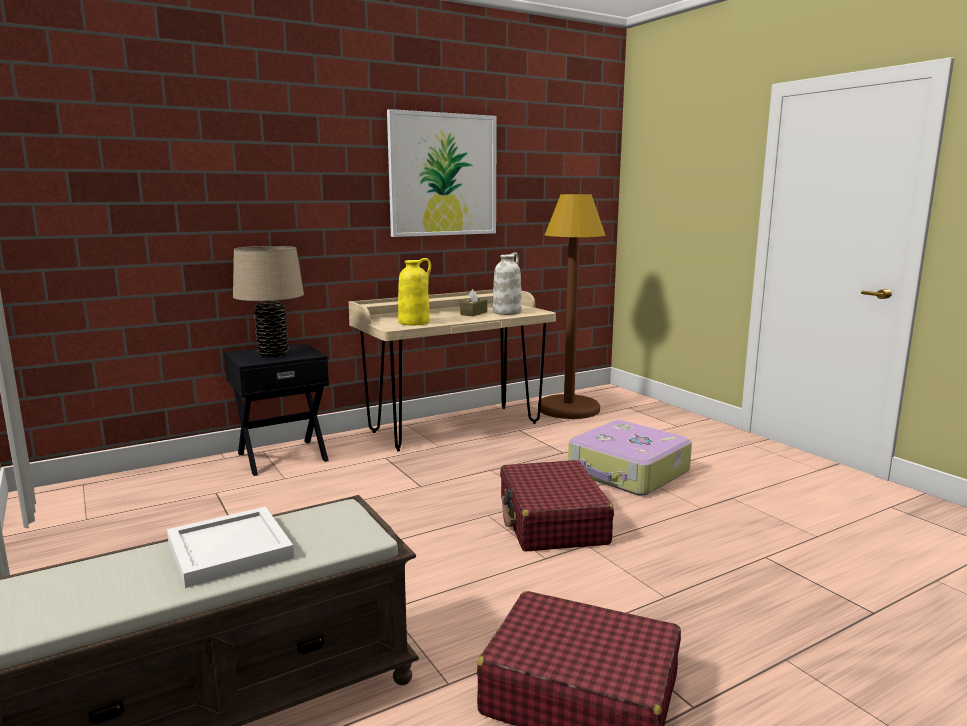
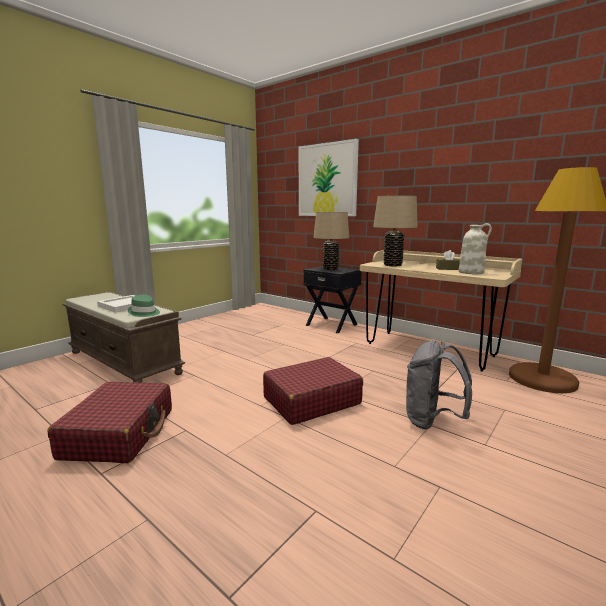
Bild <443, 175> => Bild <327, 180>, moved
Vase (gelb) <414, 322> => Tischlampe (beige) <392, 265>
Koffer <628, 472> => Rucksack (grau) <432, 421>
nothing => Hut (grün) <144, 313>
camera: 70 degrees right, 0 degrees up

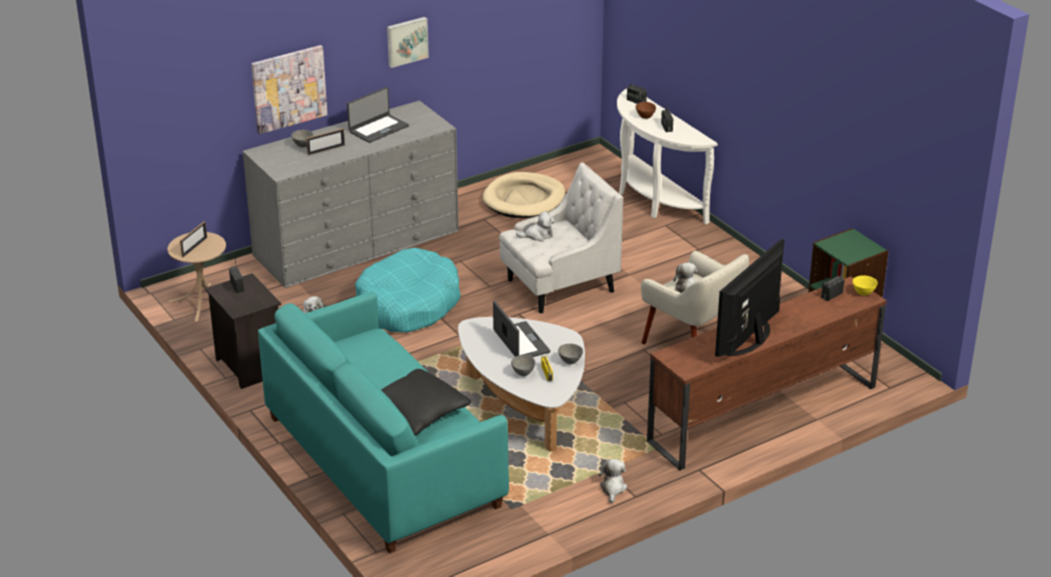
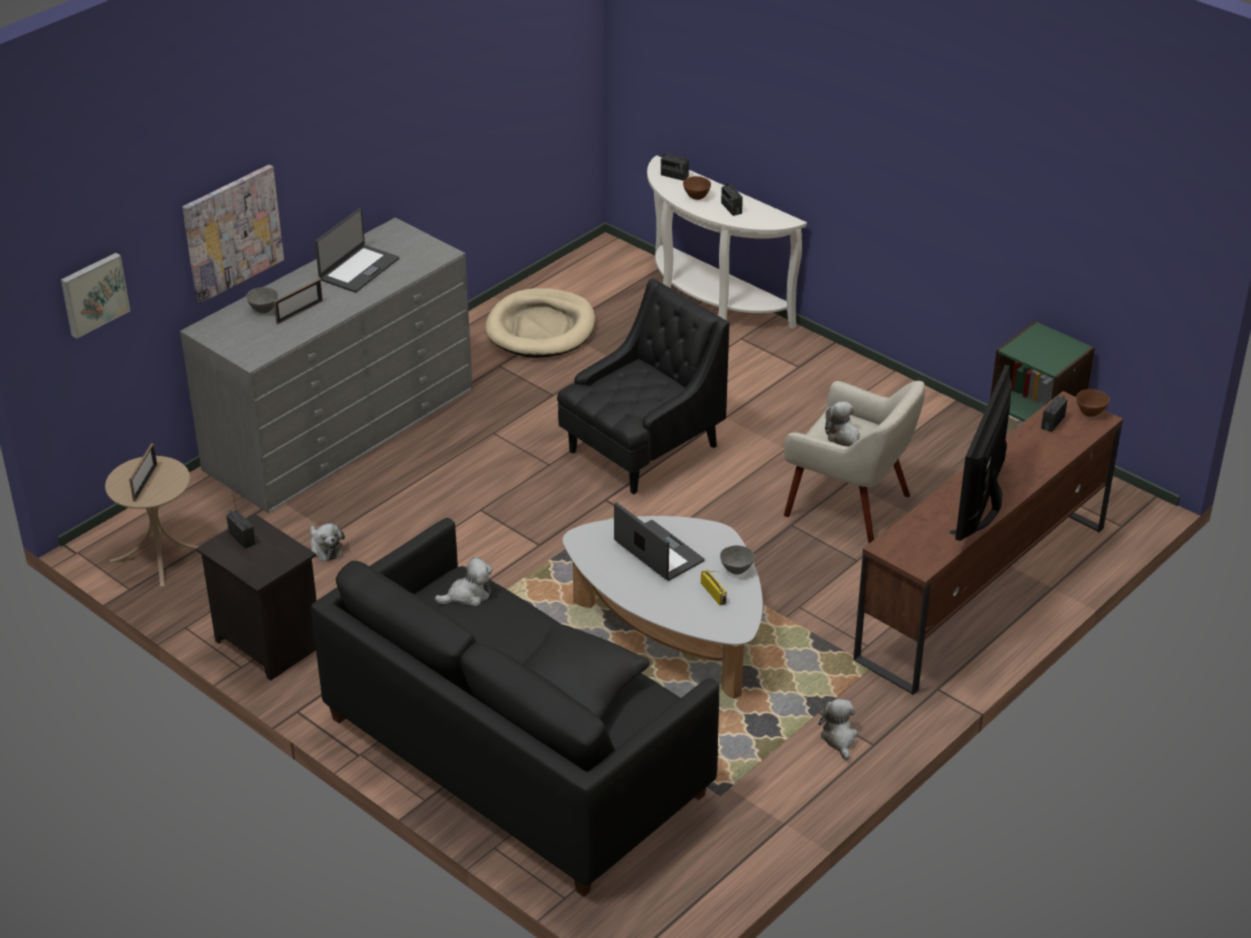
Sofa (türkis) <383, 462> => Sofa (schwarz) <516, 757>
Hundebett (türkis) <408, 305> => nothing
Bild <406, 41> => Bild <93, 294>, moved
Sessel (weiß) <559, 286> => Sessel (schwarz) <641, 450>
Schüssel (grau) <523, 373> => nothing
Plüschtier <537, 235> => Plüschtier <468, 595>, moved
Schüssel (gelb) <863, 293> => Schüssel (braun) <1090, 413>
camera: 15 degrees left, 5 degrees up

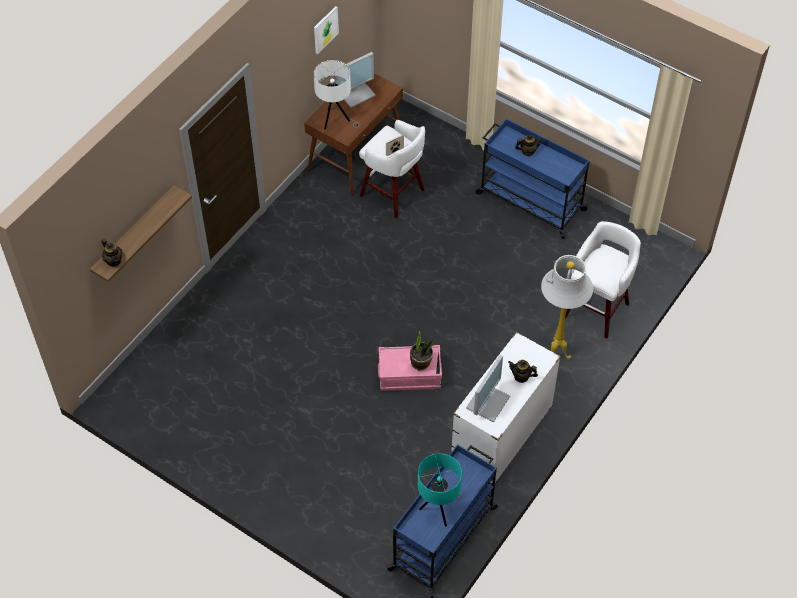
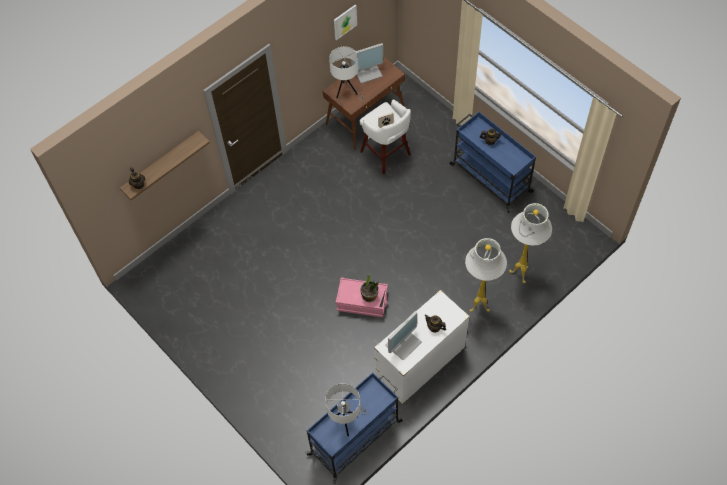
Tischlampe (türkis) <439, 510> => Tischlampe (weiß) <346, 421>
Hocker (weiß) <597, 309> => Stehlampe (weiß) <521, 274>
camera: 15 degrees right, 5 degrees up

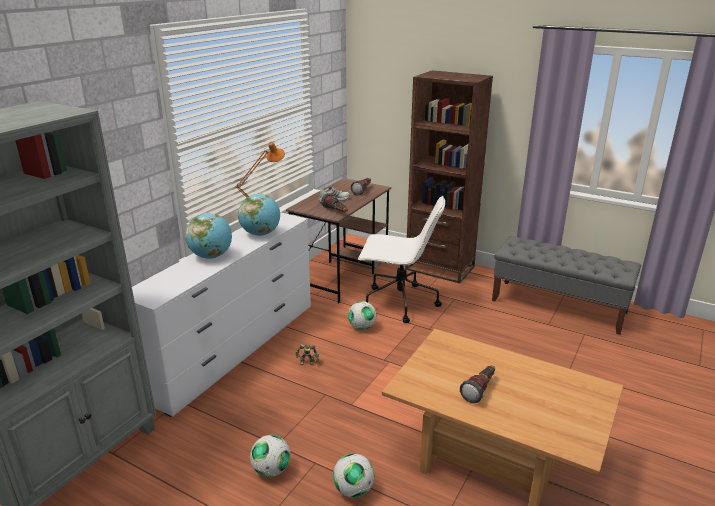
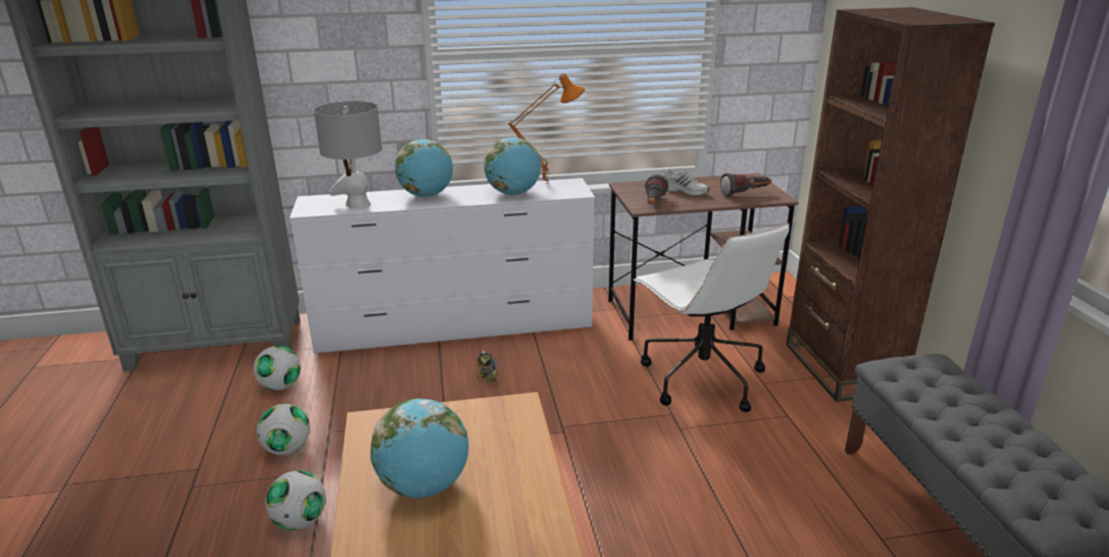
Fußball <362, 327> => Fußball <280, 386>, moved
Taschenlampe <480, 390> => Globus <424, 486>
nothing => Tischlampe (grau) <358, 204>
camera: 50 degrees right, 0 degrees up

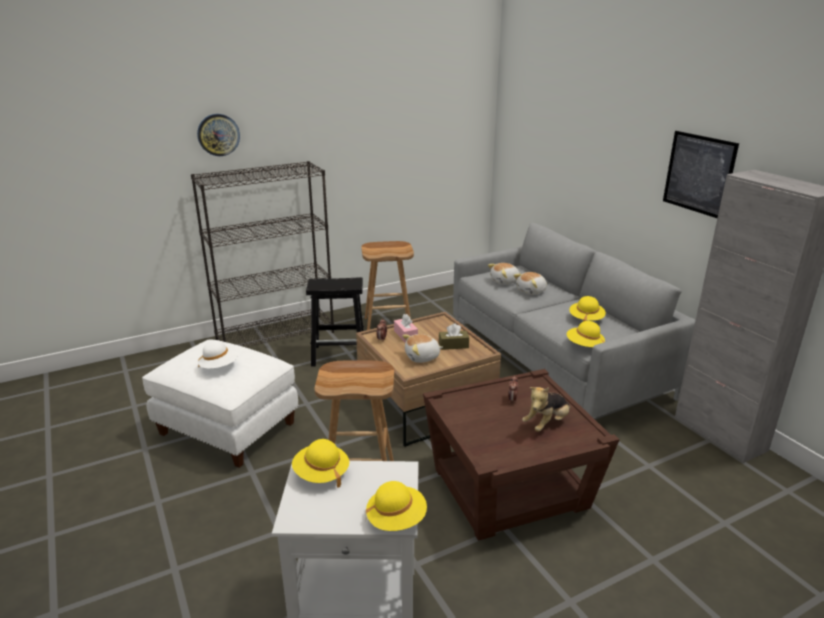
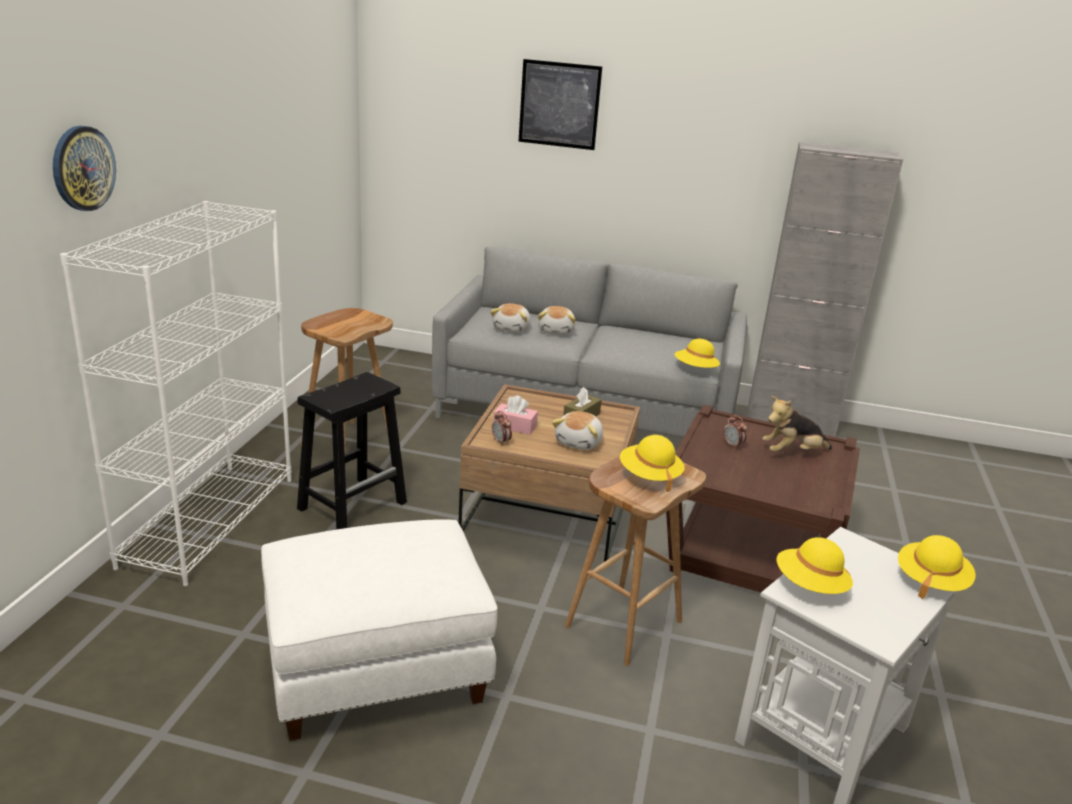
Bücherregal (schwarz) <276, 335> => Bücherregal (weiß) <210, 520>
Hut (weiß) <219, 366> => nothing
Plüschtier <547, 423> => Plüschtier <792, 453>, 75 degrees clockwise
Hut (gelb) <586, 319> => Hut (gelb) <649, 476>, moved
Bild <699, 174> => Bild <559, 104>, moved
camera: 50 degrees left, 0 degrees up

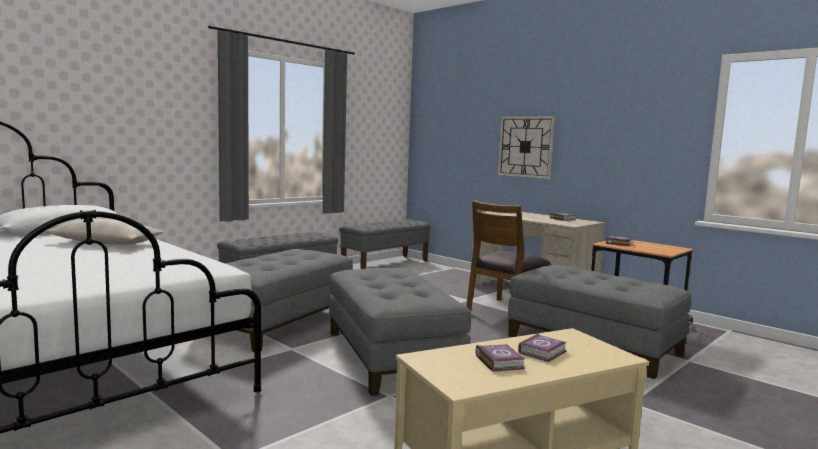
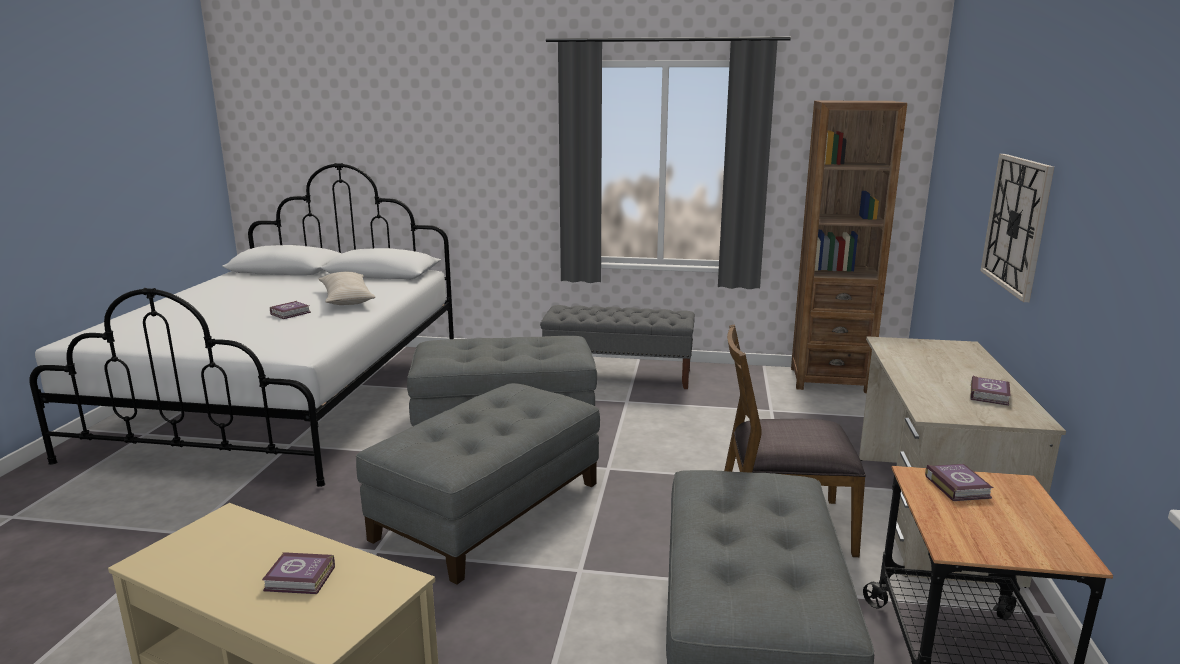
Bank (grau) <385, 264> => Bücherregal (braun) <829, 380>
Buch <499, 361> => Buch <291, 313>, moved
camera: 55 degrees right, 10 degrees up

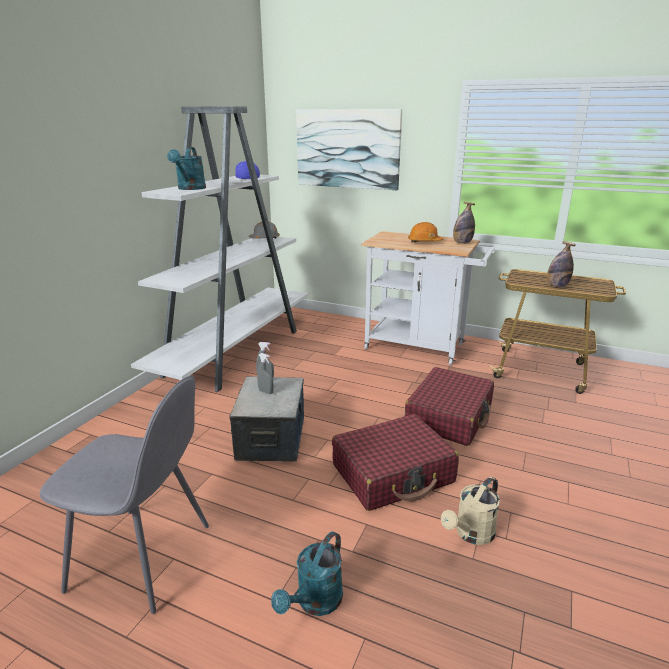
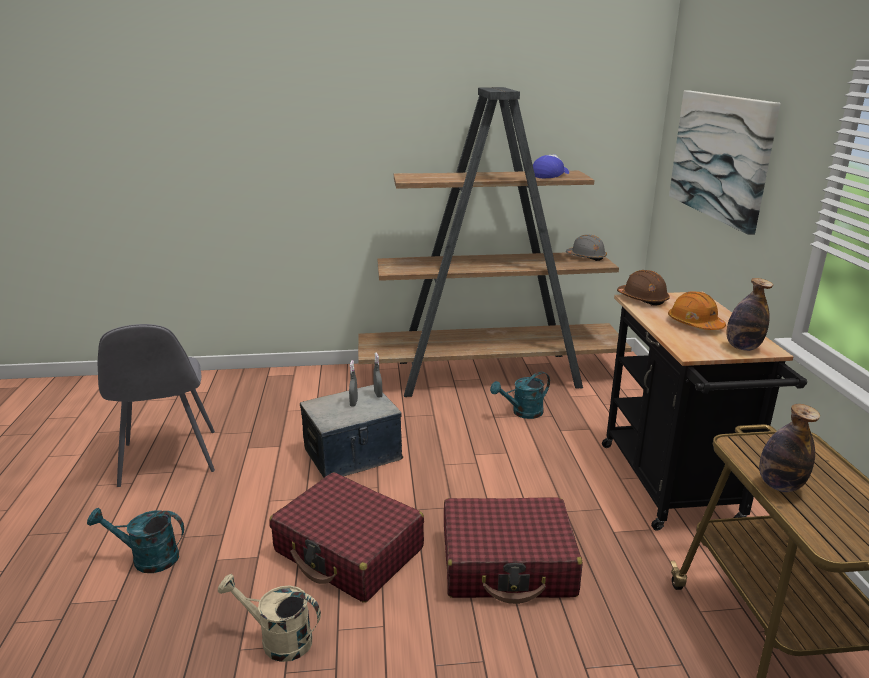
Bücherregal (weiß) <236, 351> => Bücherregal (braun) <490, 374>
Gießkanne (türkis) <190, 189> => Gießkanne (türkis) <522, 413>, moved
Rollwagen (weiß) <421, 347> => Rollwagen (schwarz) <673, 488>
nothing => Schutzhelm (braun) <642, 299>
camera: 60 degrees right, 0 degrees up

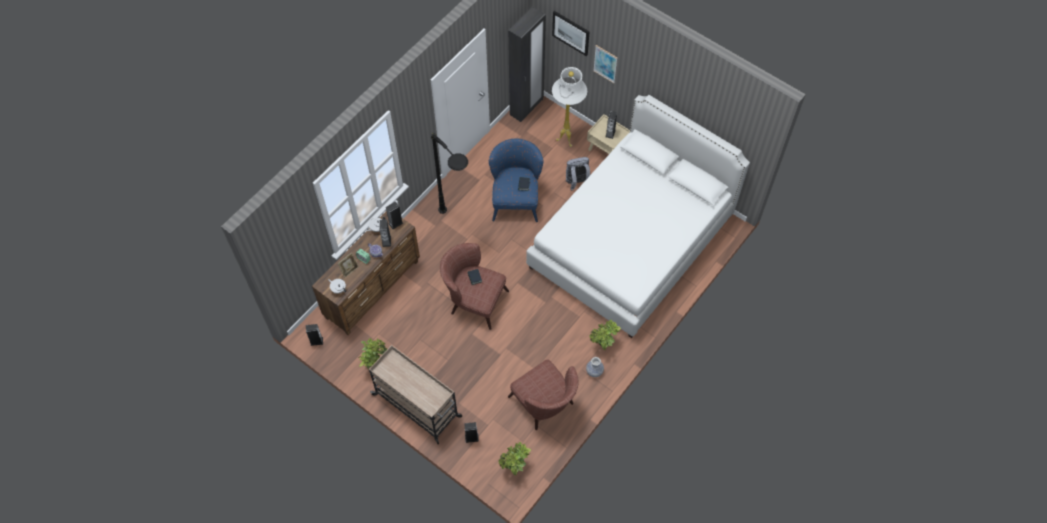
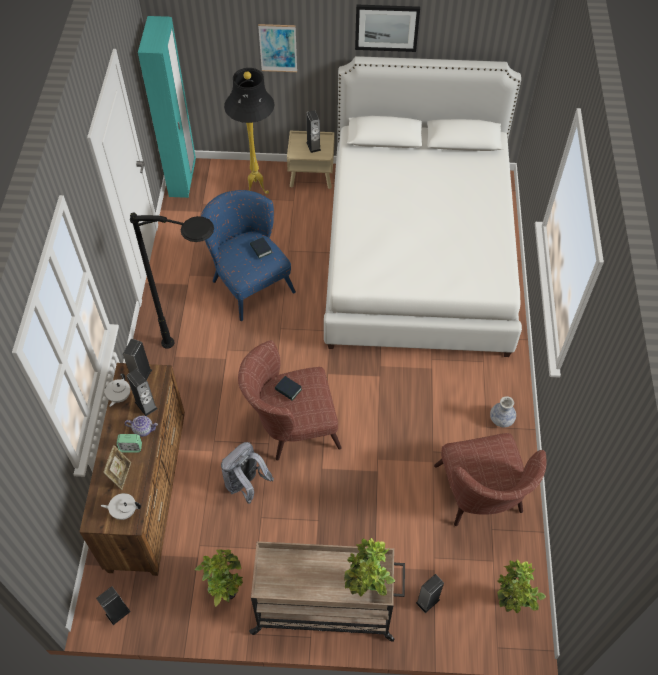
Kleiderschrank (schwarz) <526, 107> => Kleiderschrank (türkis) <183, 179>
Sessel (braun) <545, 405> => Sessel (braun) <481, 498>, 60 degrees clockwise
Bild <571, 33> => Bild <386, 27>, moved
Stehlampe (weiß) <566, 140> => Stehlampe (schwarz) <257, 189>
Rucksack (grau) <577, 183> => Rucksack (grau) <246, 485>, moved
Topfpflanze <603, 345> => Topfpflanze <366, 585>, moved
camera: 35 degrees left, 5 degrees down

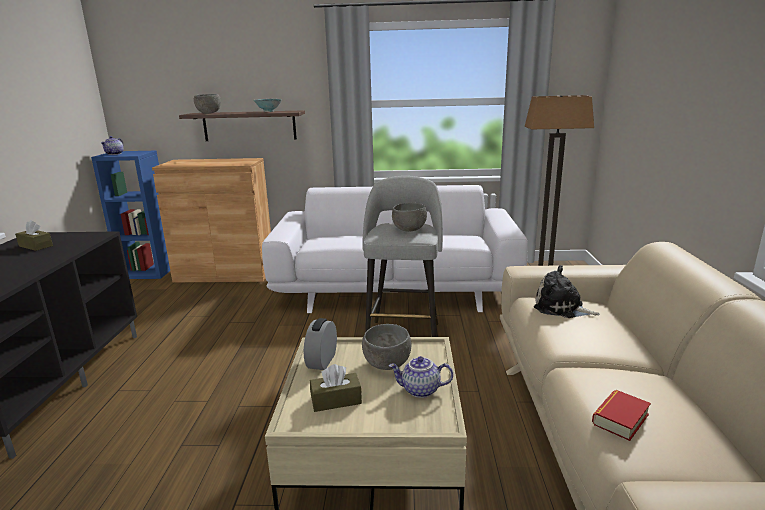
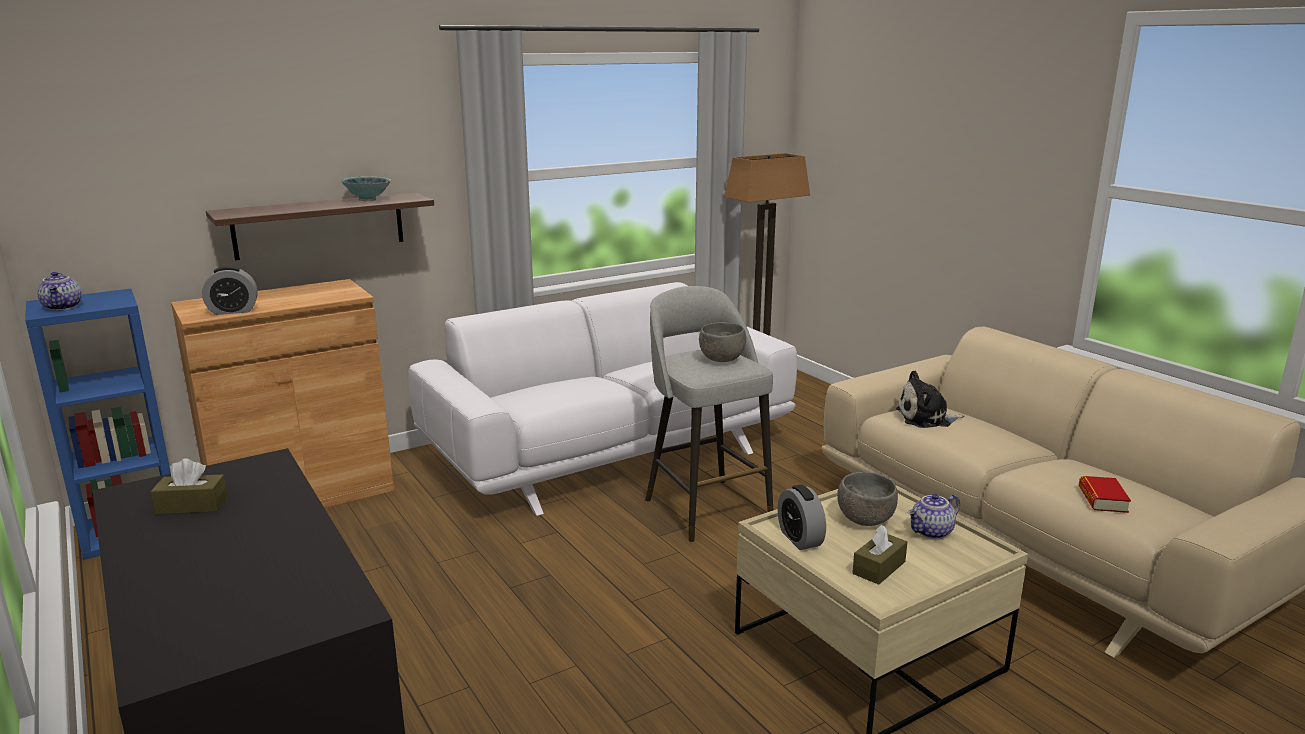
Schüssel (grau) <208, 113> => nothing
nothing => Wecker <233, 311>
camera: 35 degrees left, 0 degrees up

